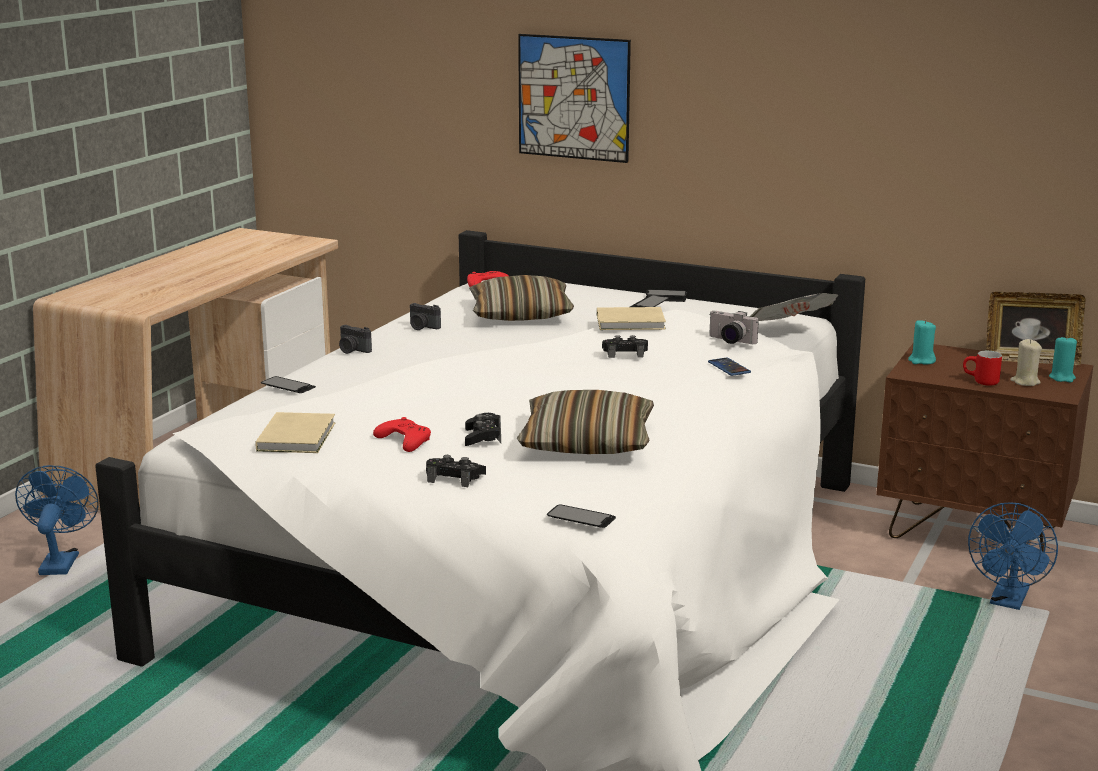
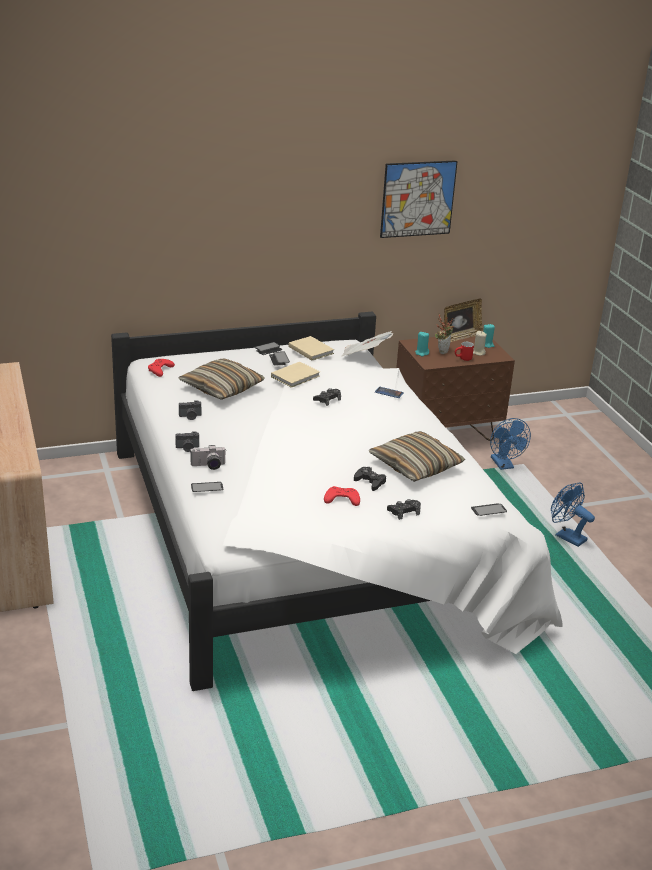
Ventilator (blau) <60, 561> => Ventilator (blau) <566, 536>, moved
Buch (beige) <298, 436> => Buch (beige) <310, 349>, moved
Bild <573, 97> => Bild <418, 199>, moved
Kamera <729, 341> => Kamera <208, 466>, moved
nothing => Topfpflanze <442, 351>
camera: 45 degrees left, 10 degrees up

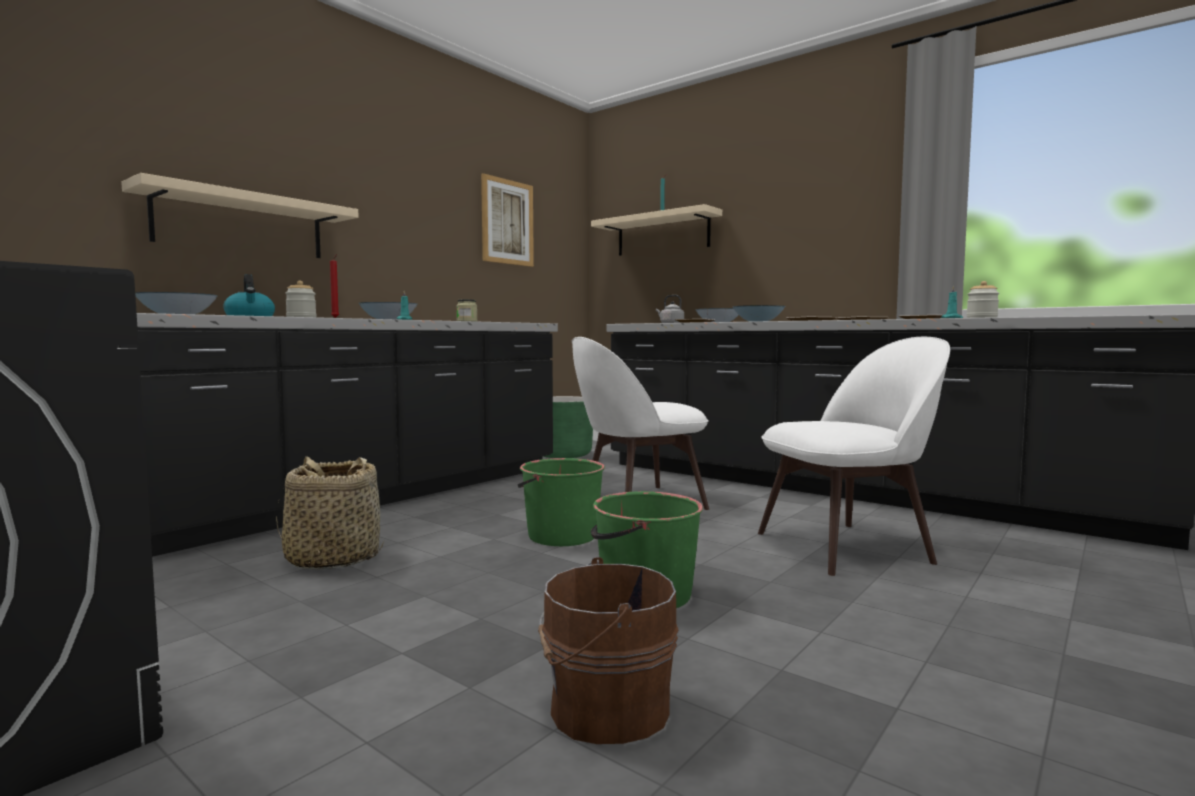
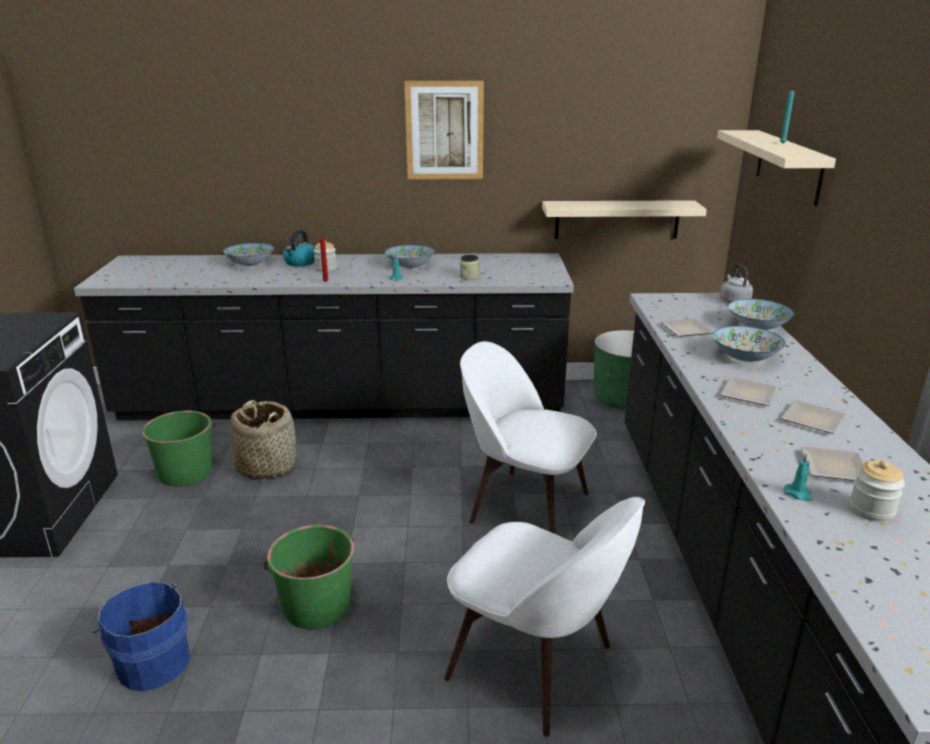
Wandregal (beige) <241, 225> => Wandregal (beige) <617, 219>, moved
Bild <507, 222> => Bild <444, 130>, moved
Eimer (grün) <561, 536> => Eimer (grün) <185, 472>, moved
Eimer (braun) <603, 708> => Eimer (blau) <152, 661>
camera: 50 degrees right, 20 degrees up

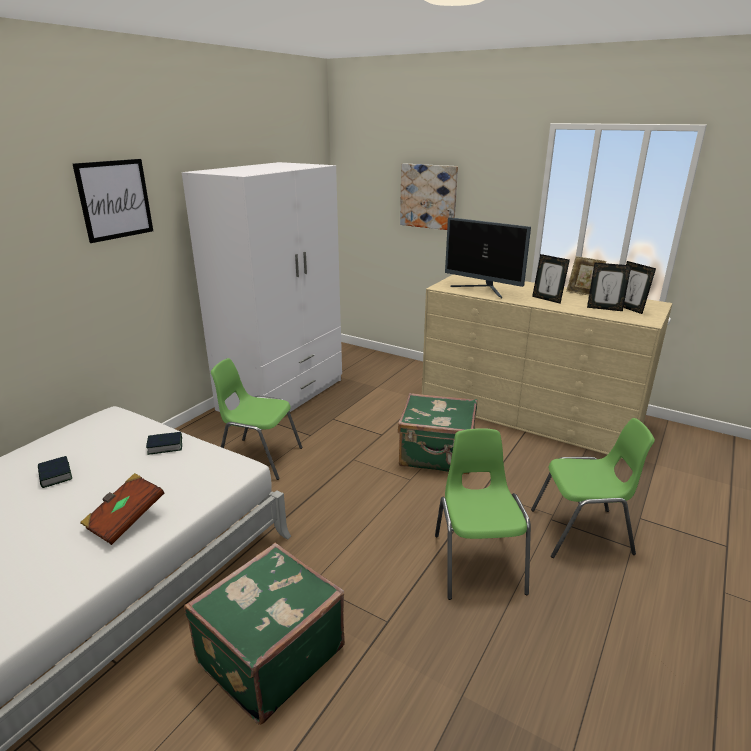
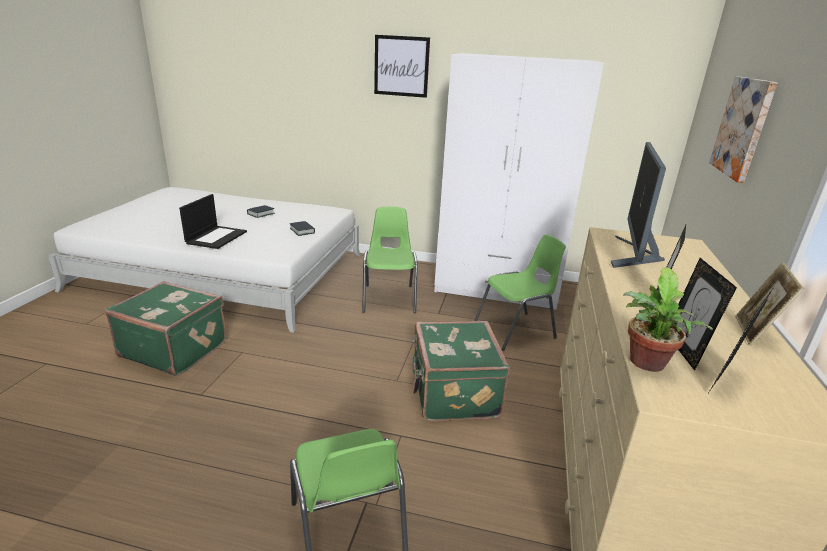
Buch (braun) <125, 519> => Laptop <216, 237>
Stuhl (grün) <477, 562> => Stuhl (grün) <516, 330>, moved
nothing => Topfpflanze <646, 365>
camera: 70 degrees right, 0 degrees up

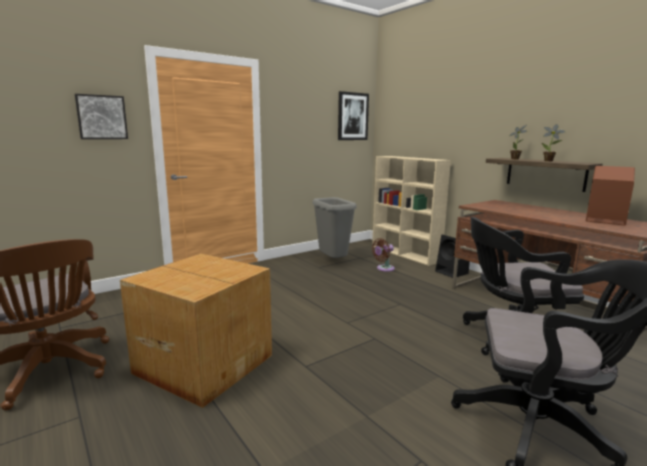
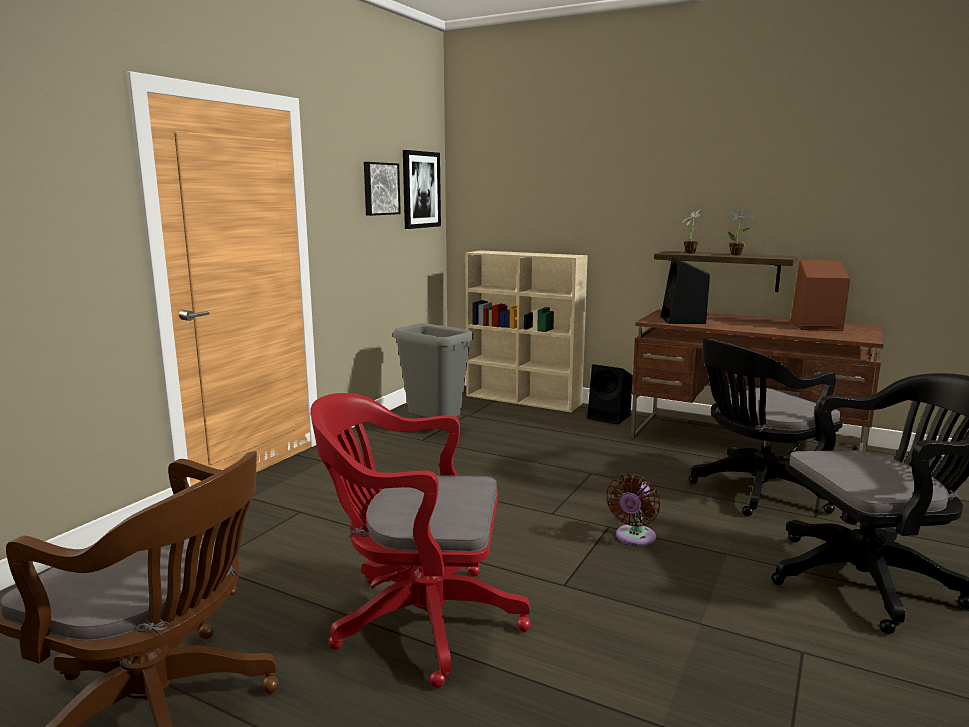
Bild <102, 117> => Bild <380, 188>, moved
Karton <204, 363> => Bürostuhl (rot) <418, 620>
Ventilator (braun) <384, 269> => Ventilator (braun) <634, 538>, moved
nothing => Lautsprecher (schwarz) <683, 320>
camera: 25 degrees left, 0 degrees up

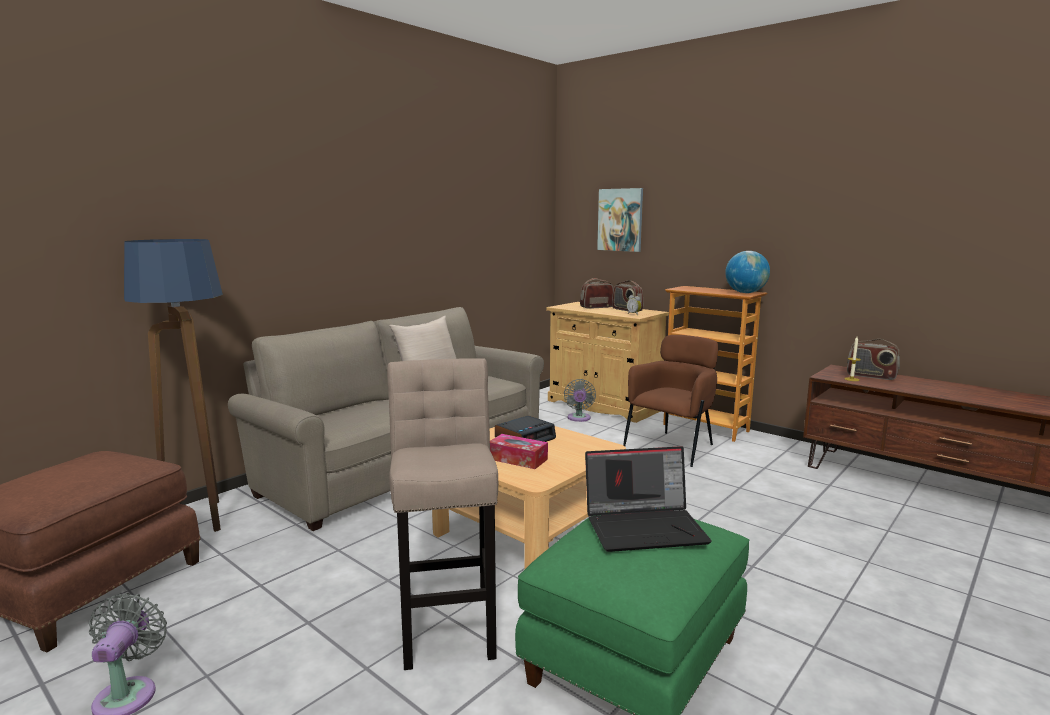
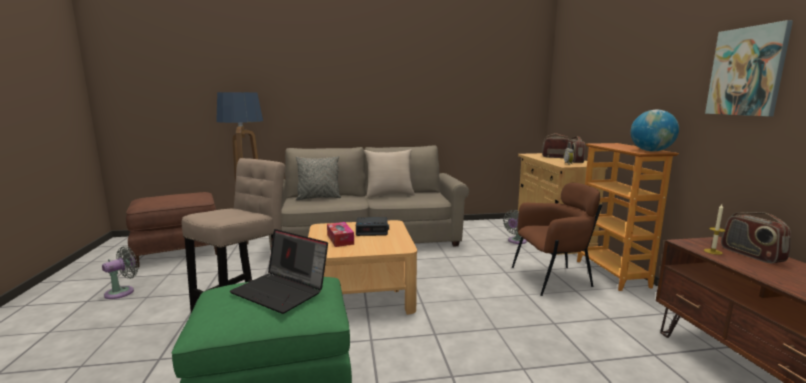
Bild <620, 220> => Bild <747, 71>, moved
nothing => Kissen (grau) <318, 198>
camera: 40 degrees right, 0 degrees up

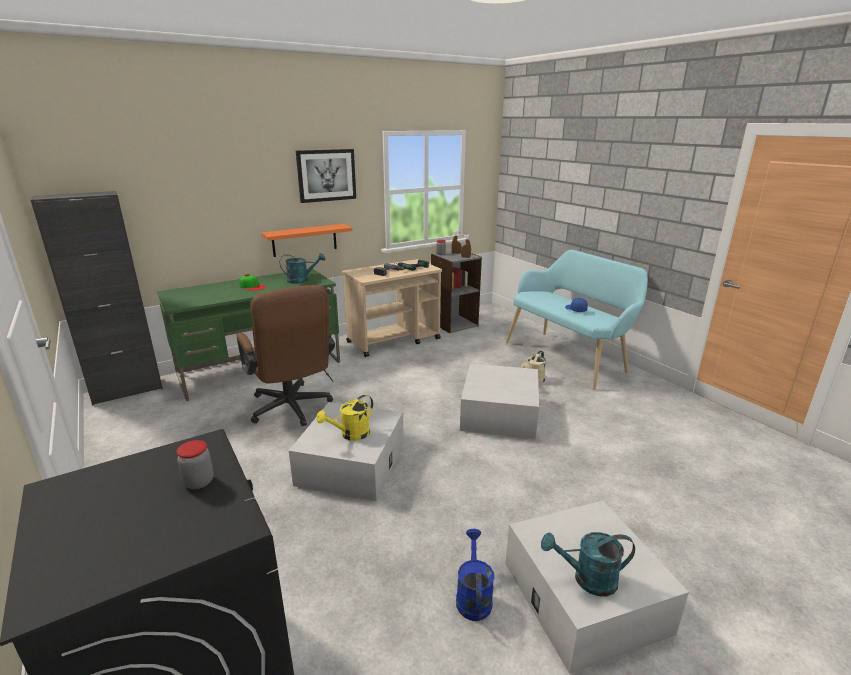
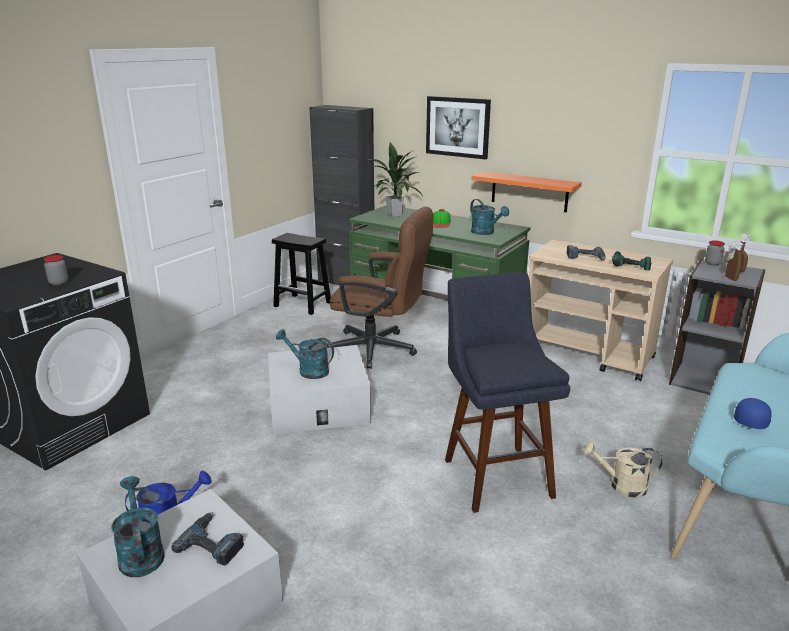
Bürostuhl (braun) <292, 410> => Bürostuhl (braun) <380, 350>, 105 degrees counterclockwise
Bild <326, 175> => Bild <457, 127>, moved
Gießkanne (gelb) <350, 435> => Gießkanne (türkis) <308, 371>
Aufbewahrungsbox (weiß) <499, 413> => Hocker (blau) <495, 473>
nothing => Bohrmaschine <213, 543>
nothing => Hocker (schwarz) <303, 304>
nothing => Topfpflanze <394, 215>
camera: 65 degrees right, 0 degrees up

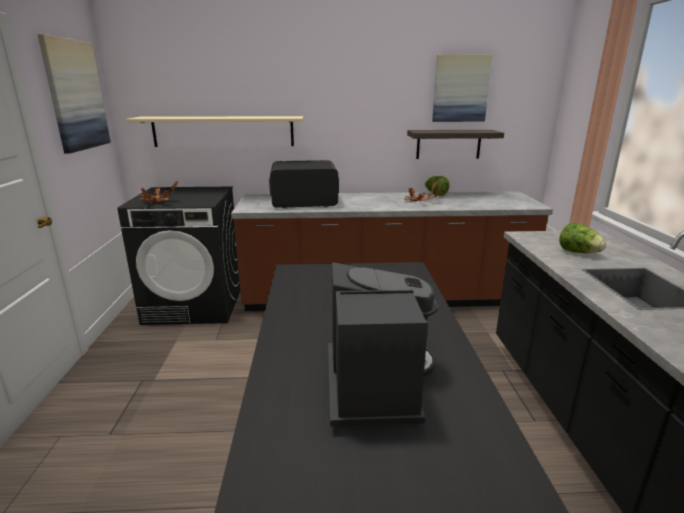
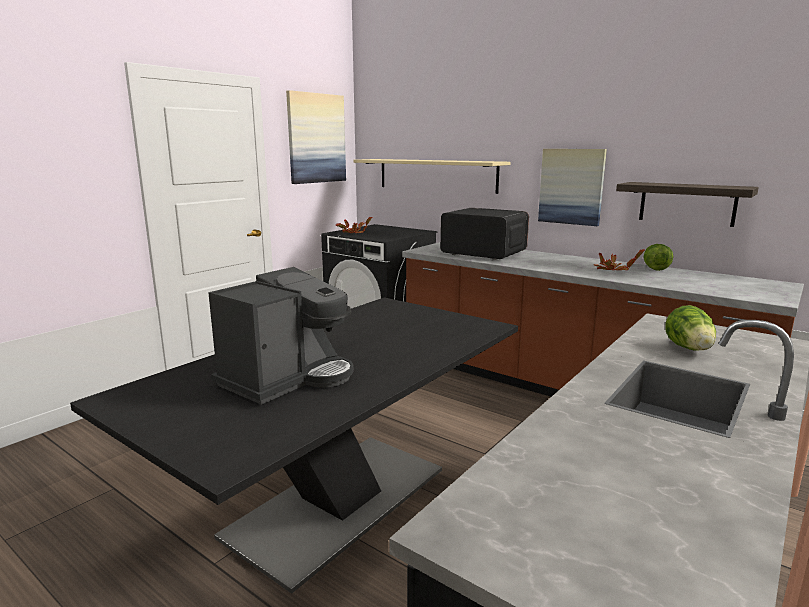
Bild <460, 88> => Bild <571, 186>, moved
camera: 40 degrees right, 5 degrees down

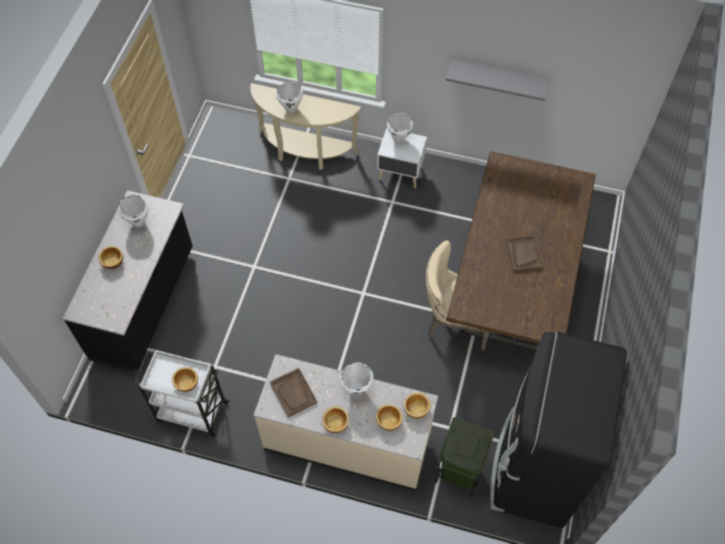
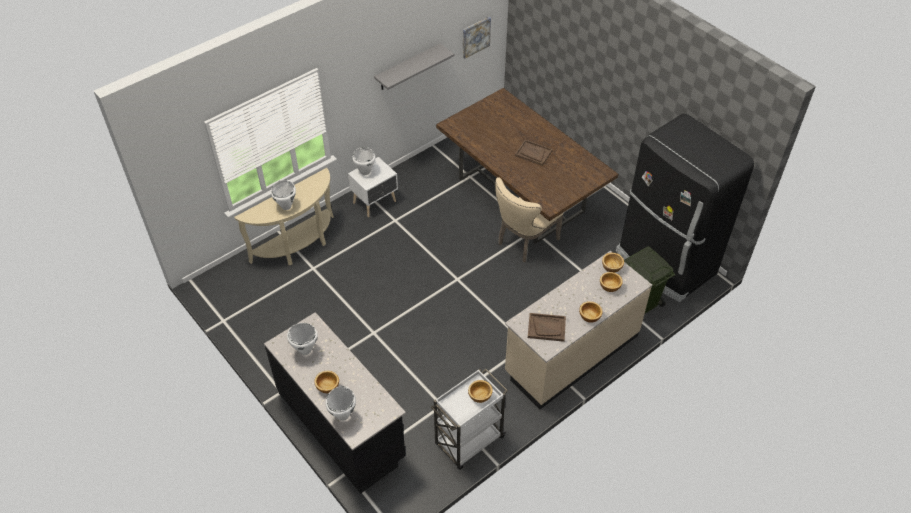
Kochtopf (weiß) <357, 389> => Kochtopf (weiß) <343, 415>, moved
nothing => Bild <475, 37>
camera: 55 degrees left, 10 degrees down

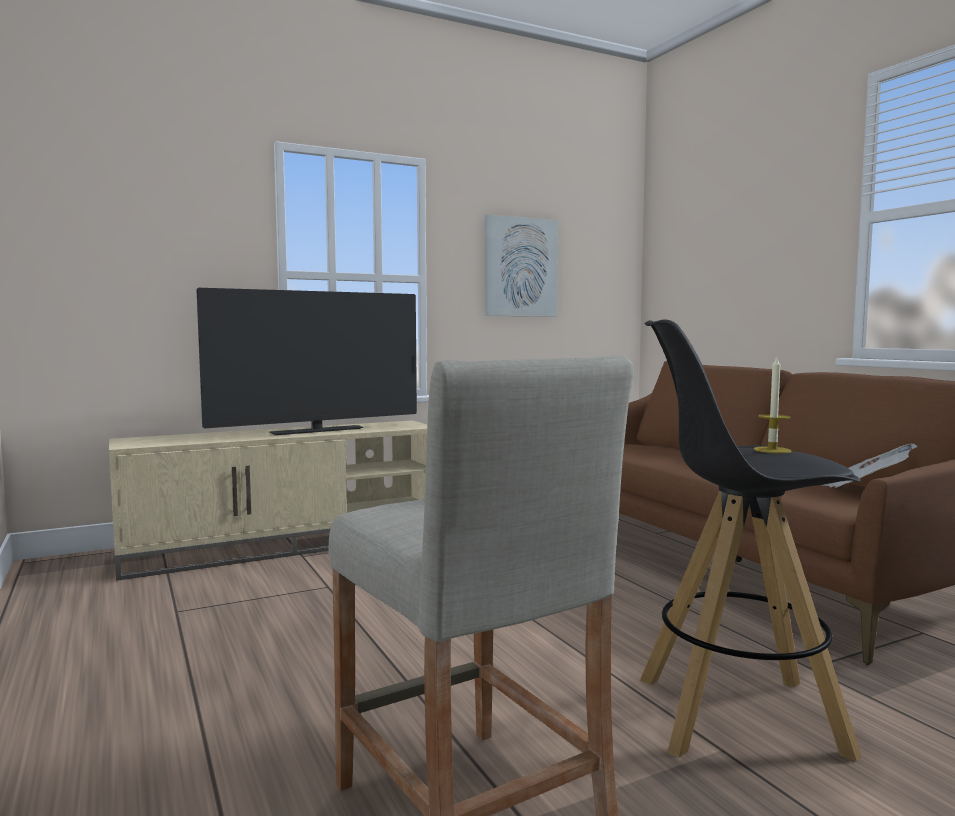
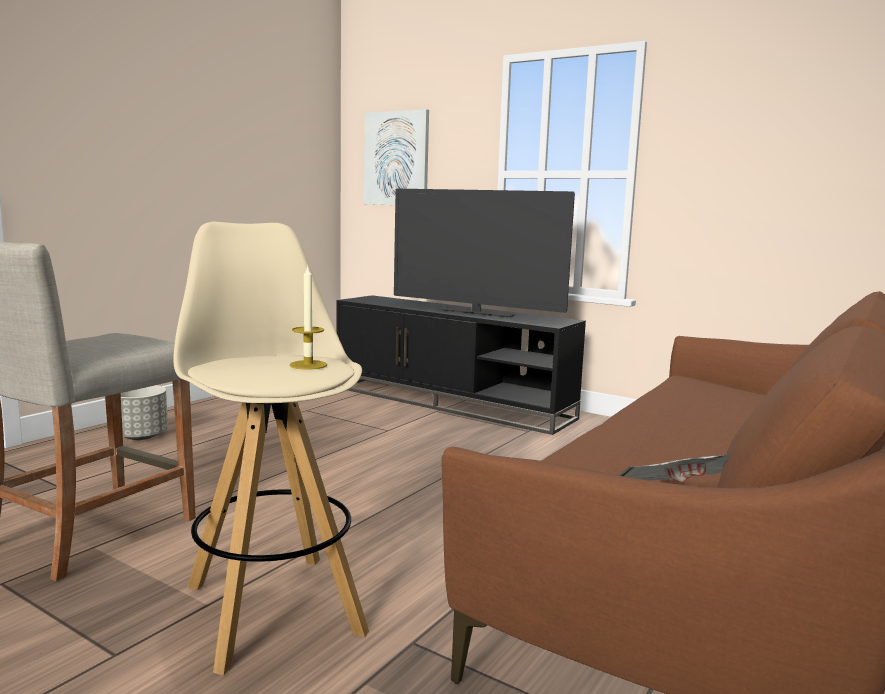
Fernsehschrank (beige) <287, 545> => Fernsehschrank (schwarz) <452, 402>
Bild <520, 267> => Bild <396, 159>, moved
Hocker (schwarz) <736, 715> => Hocker (beige) <273, 606>
nothing => Pflanzkübel (grau) <141, 436>
camera: 60 degrees right, 5 degrees up

